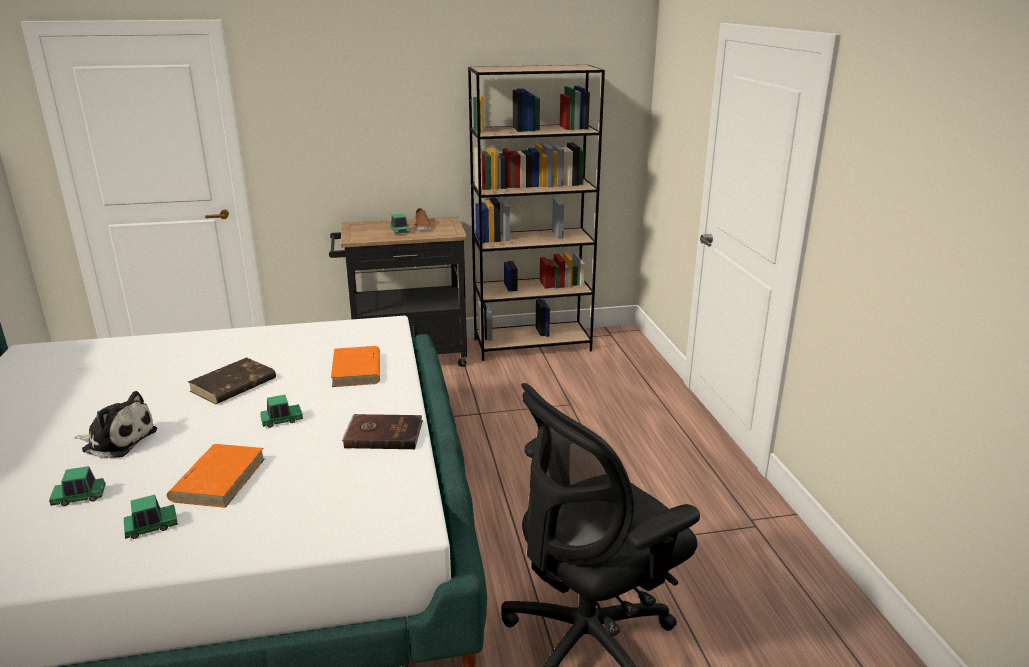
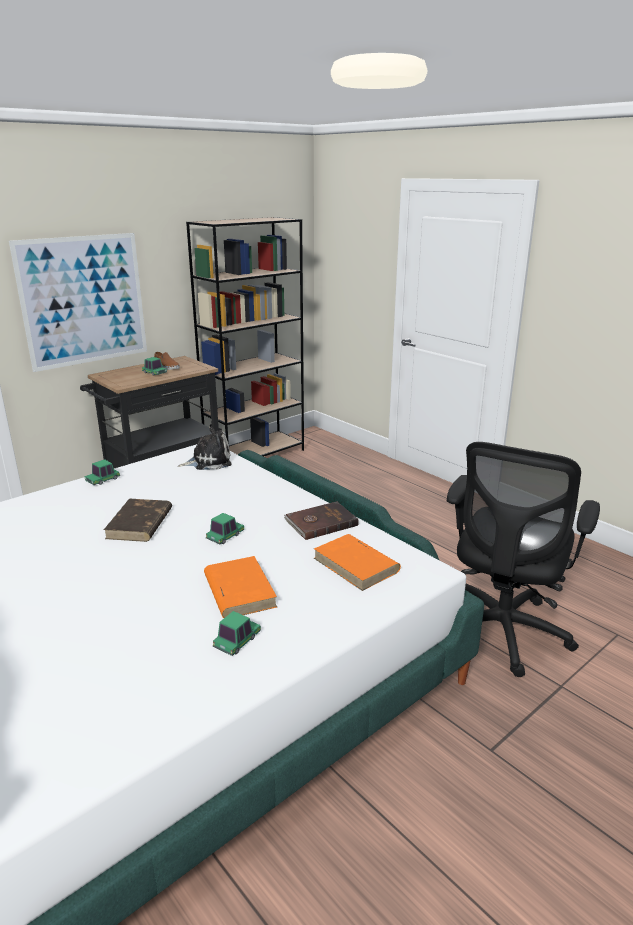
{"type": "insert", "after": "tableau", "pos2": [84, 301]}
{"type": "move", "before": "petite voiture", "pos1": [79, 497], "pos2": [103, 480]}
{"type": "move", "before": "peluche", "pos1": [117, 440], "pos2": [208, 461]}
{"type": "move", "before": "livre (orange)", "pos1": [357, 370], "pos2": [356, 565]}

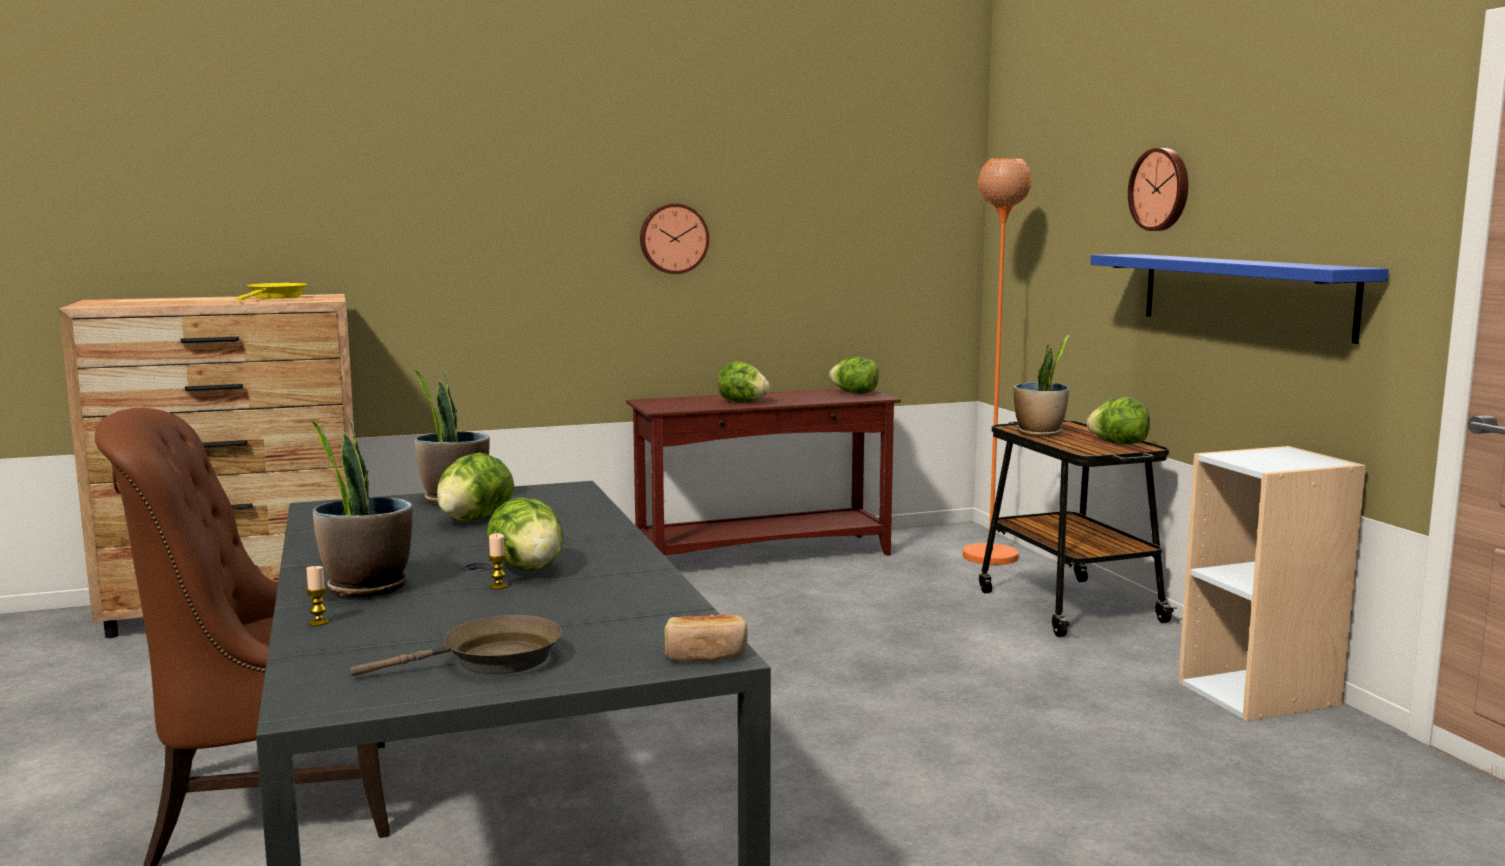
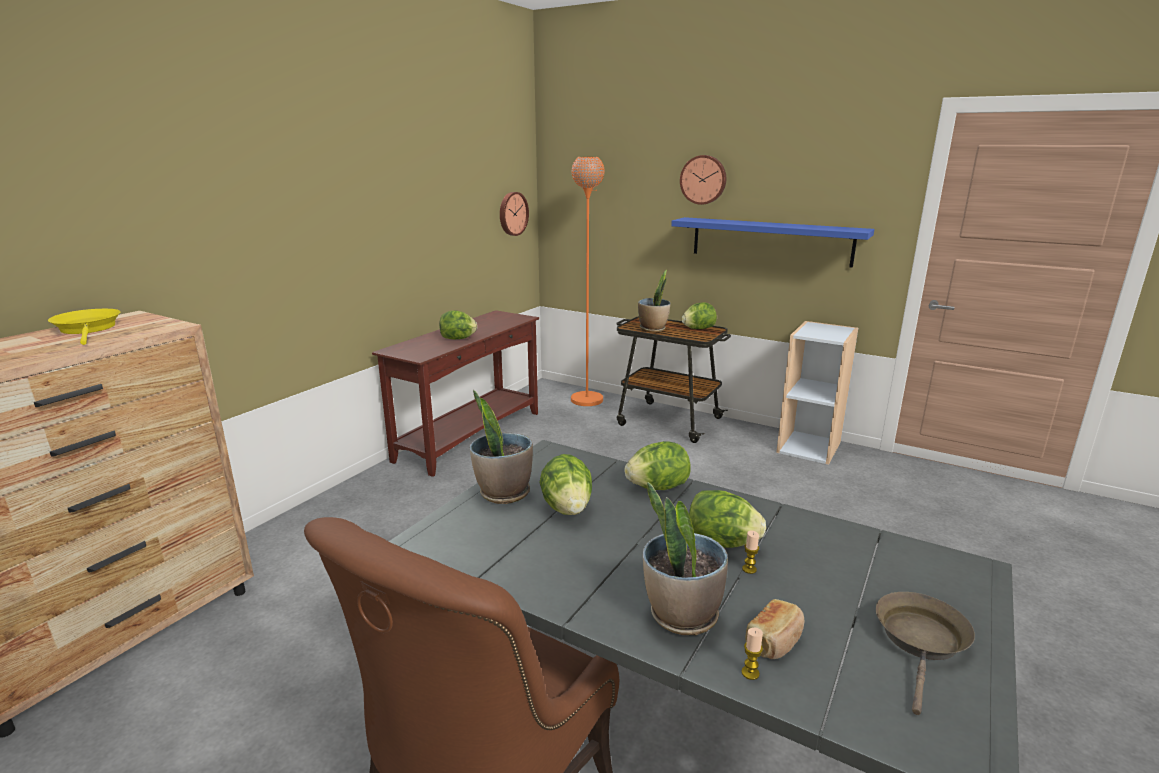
{"type": "move", "before": "horloge murale", "pos1": [673, 238], "pos2": [512, 213]}
{"type": "move", "before": "laitue", "pos1": [855, 393], "pos2": [658, 487]}
{"type": "move", "before": "pain", "pos1": [705, 655], "pos2": [775, 640]}

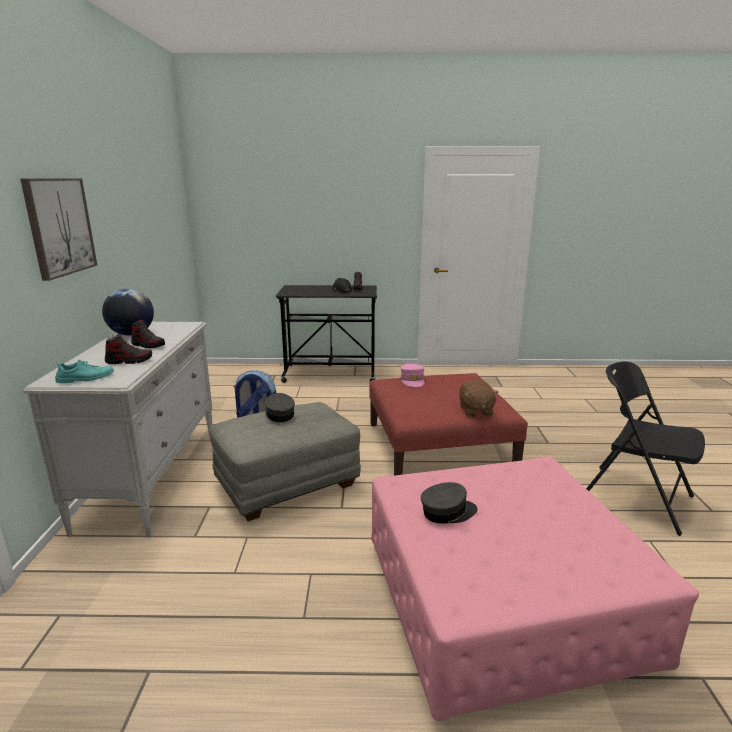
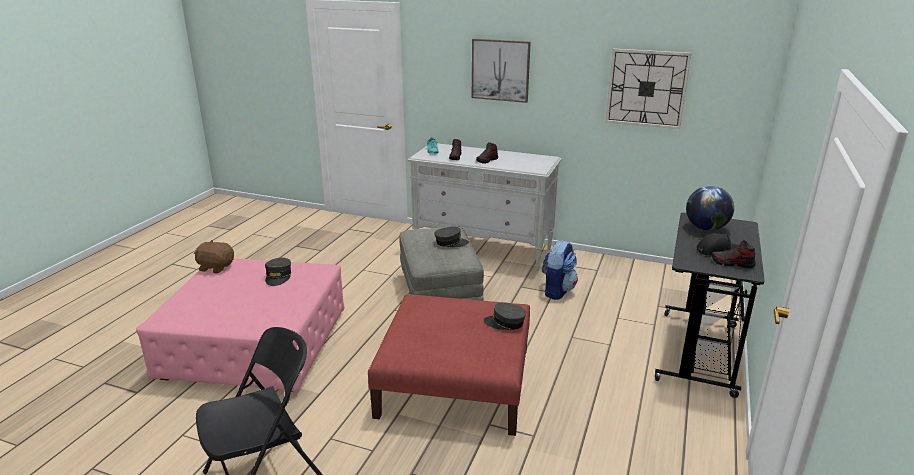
{"type": "move", "before": "peluche (marron)", "pos1": [475, 411], "pos2": [216, 267]}
{"type": "recolor", "before": "casquette (rose)", "after": "casquette (gris)", "pos1": [412, 380], "pos2": [505, 323]}
{"type": "insert", "after": "horloge murale", "pos2": [646, 88]}
{"type": "move", "before": "globe", "pos1": [132, 334], "pos2": [706, 228]}

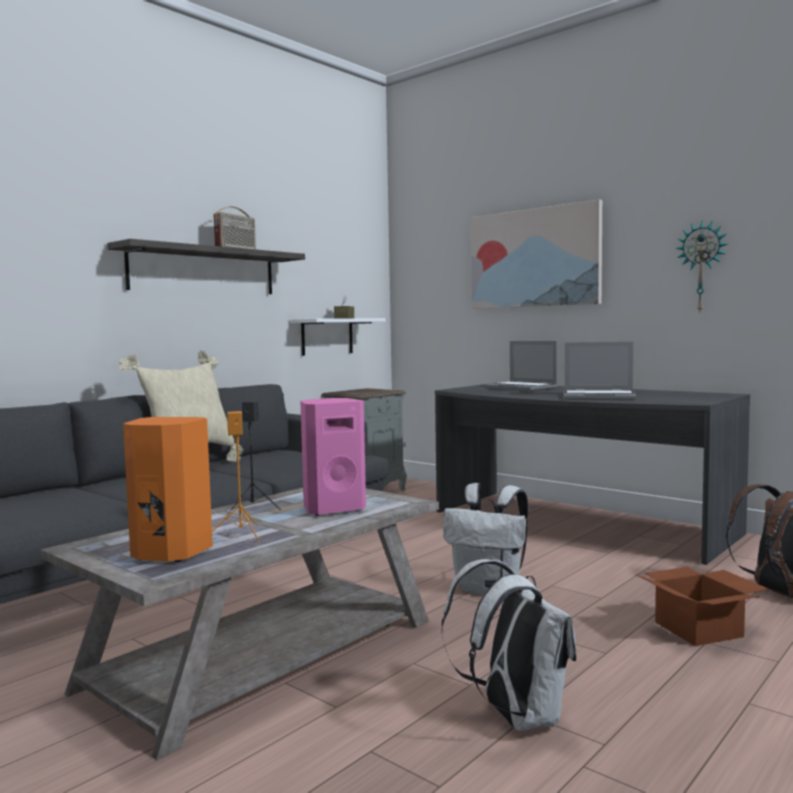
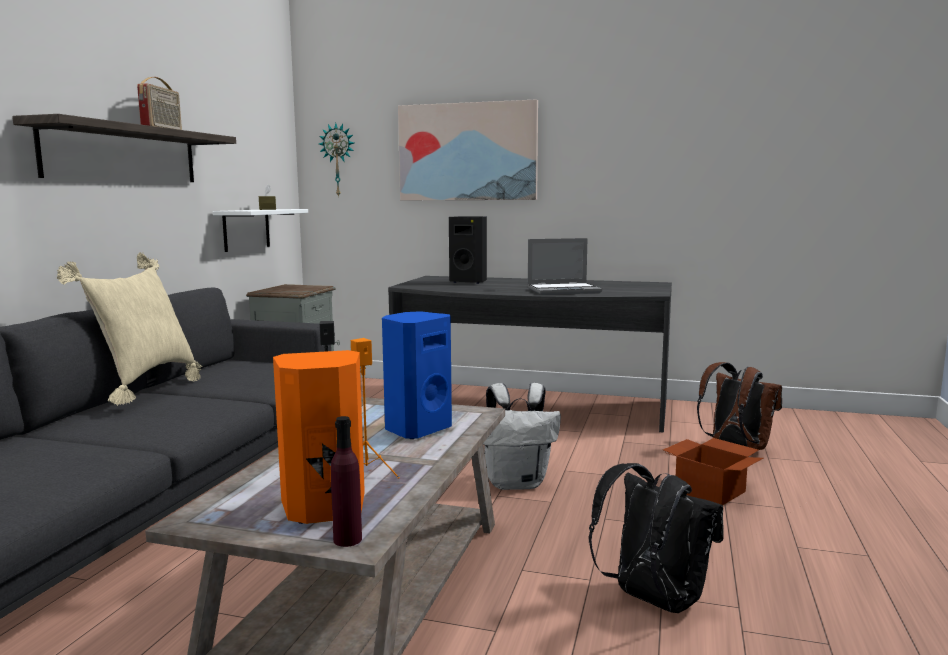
{"type": "move", "before": "horloge murale", "pos1": [702, 267], "pos2": [338, 160]}
{"type": "insert", "after": "bouteille (violet)", "pos2": [347, 539]}
{"type": "recolor", "before": "enceinte (rose)", "after": "enceinte (bleu)", "pos1": [332, 509], "pos2": [416, 429]}
{"type": "replace", "before": "ordinateur portable", "after": "enceinte (noir)", "pos1": [521, 388], "pos2": [469, 282]}
{"type": "recolor", "before": "sac à dos (blanc)", "after": "sac à dos (noir)", "pos1": [514, 716], "pos2": [652, 600]}

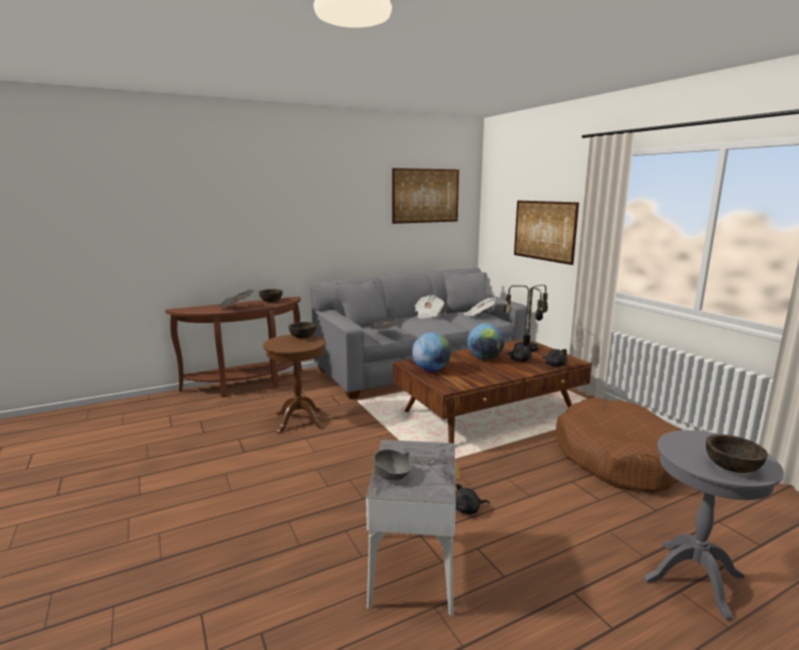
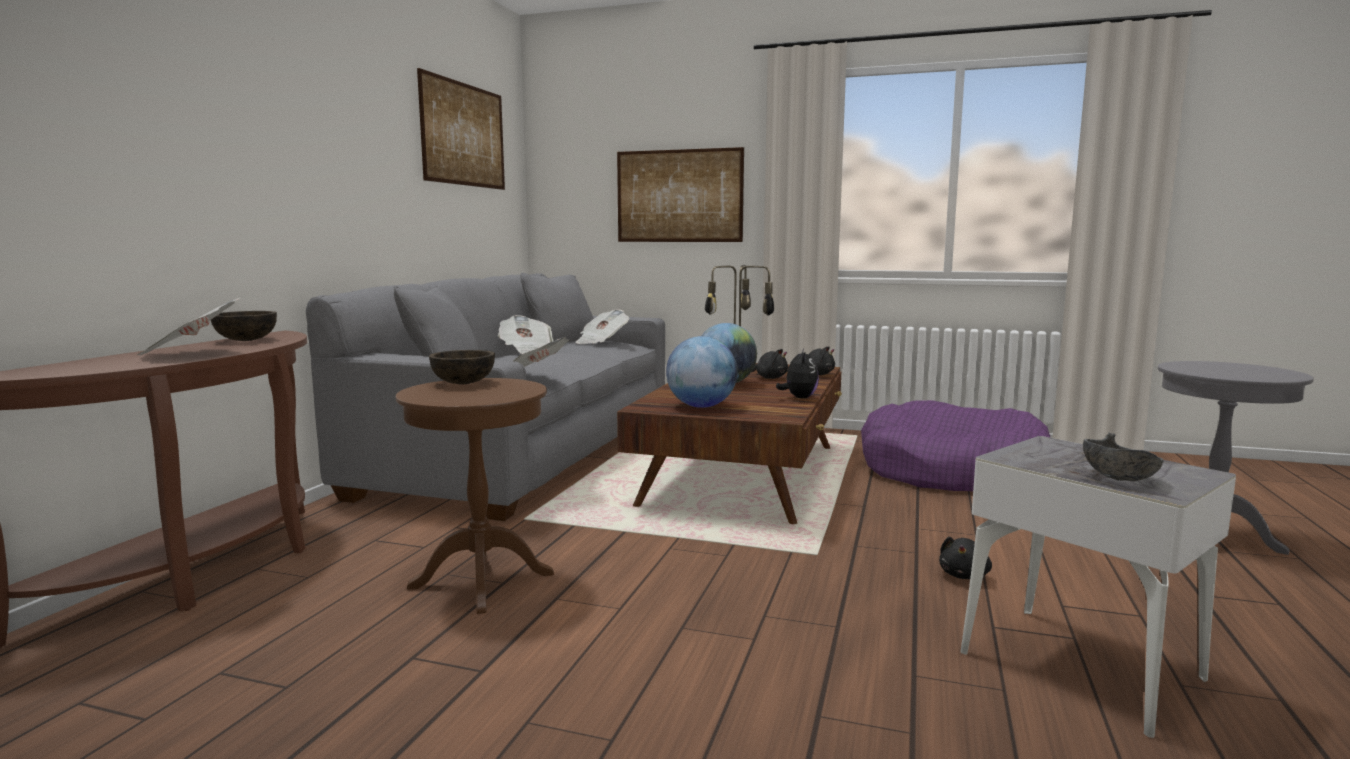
{"type": "insert", "after": "peluche", "pos2": [799, 398]}
{"type": "recolor", "before": "panier pour chien (marron)", "after": "panier pour chien (violet)", "pos1": [617, 458], "pos2": [952, 472]}
{"type": "delete", "before": "bol (marron)", "pos1": [731, 467]}

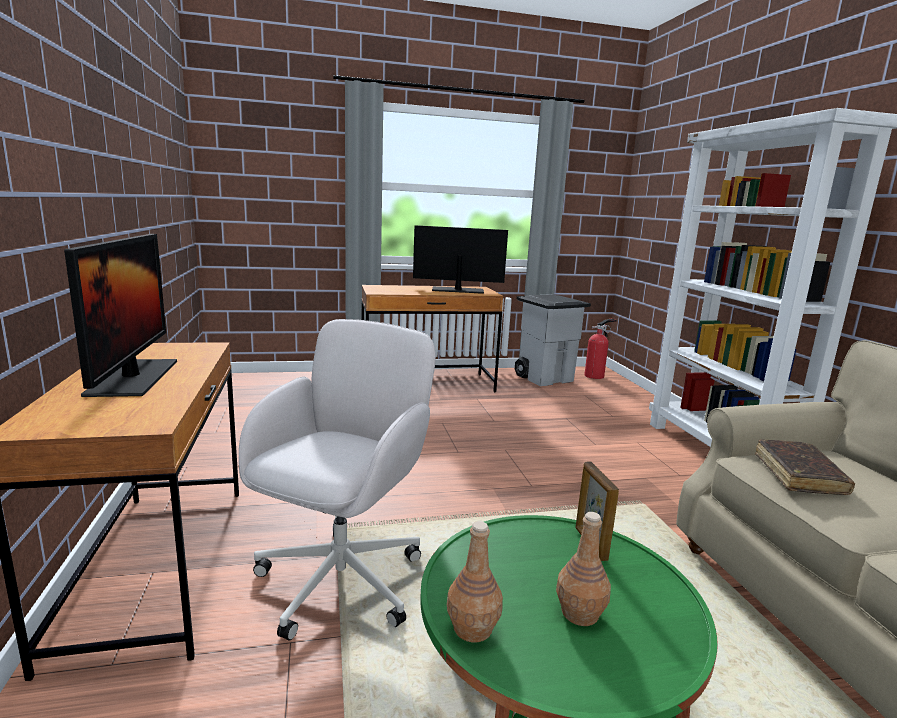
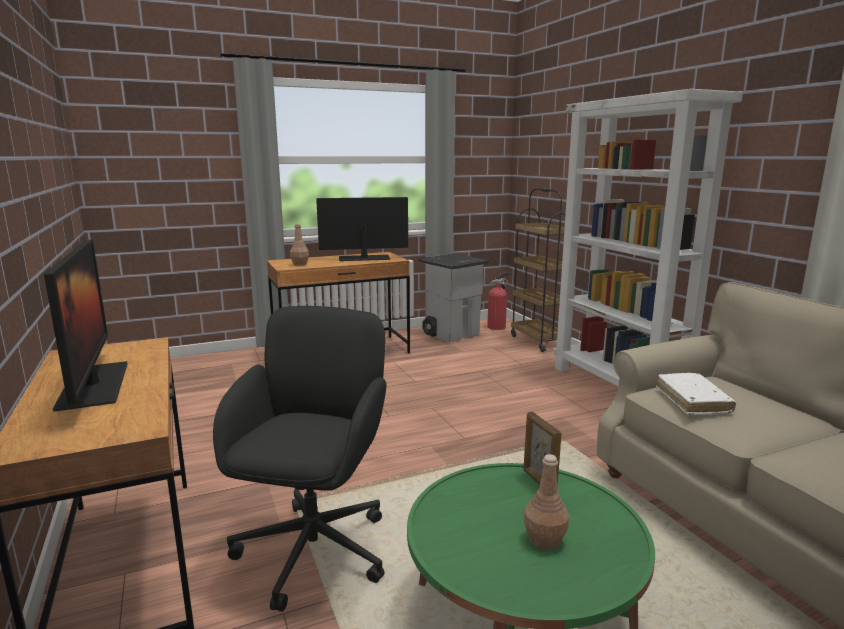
{"type": "recolor", "before": "chaise de bureau (blanc)", "after": "chaise de bureau (noir)", "pos1": [341, 582], "pos2": [314, 552]}
{"type": "move", "before": "bouteille (marron)", "pos1": [472, 627], "pos2": [300, 264]}
{"type": "insert", "after": "chariot (marron)", "pos2": [537, 342]}
{"type": "recolor", "before": "livre (marron)", "after": "livre (blanc)", "pos1": [799, 475], "pos2": [692, 401]}

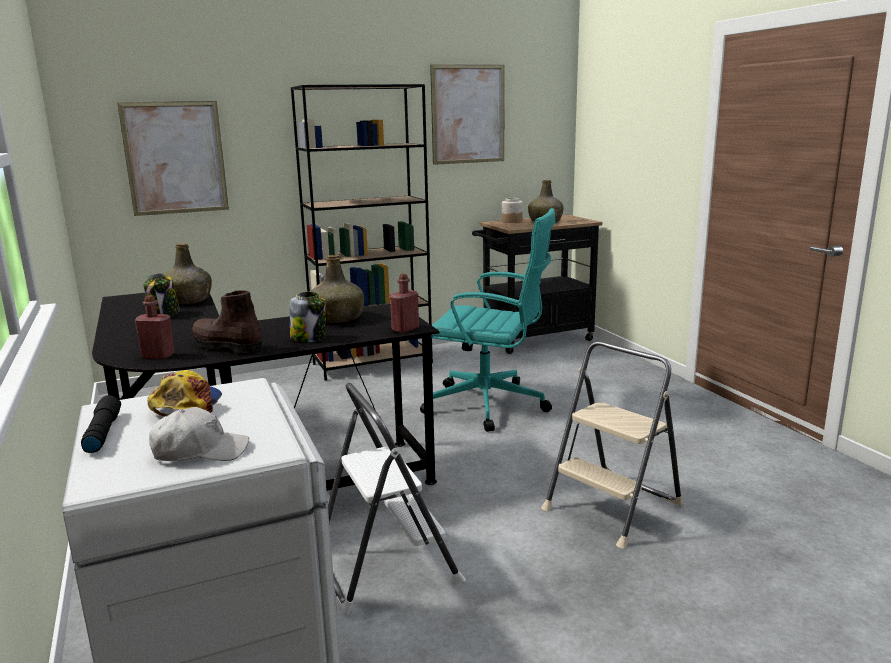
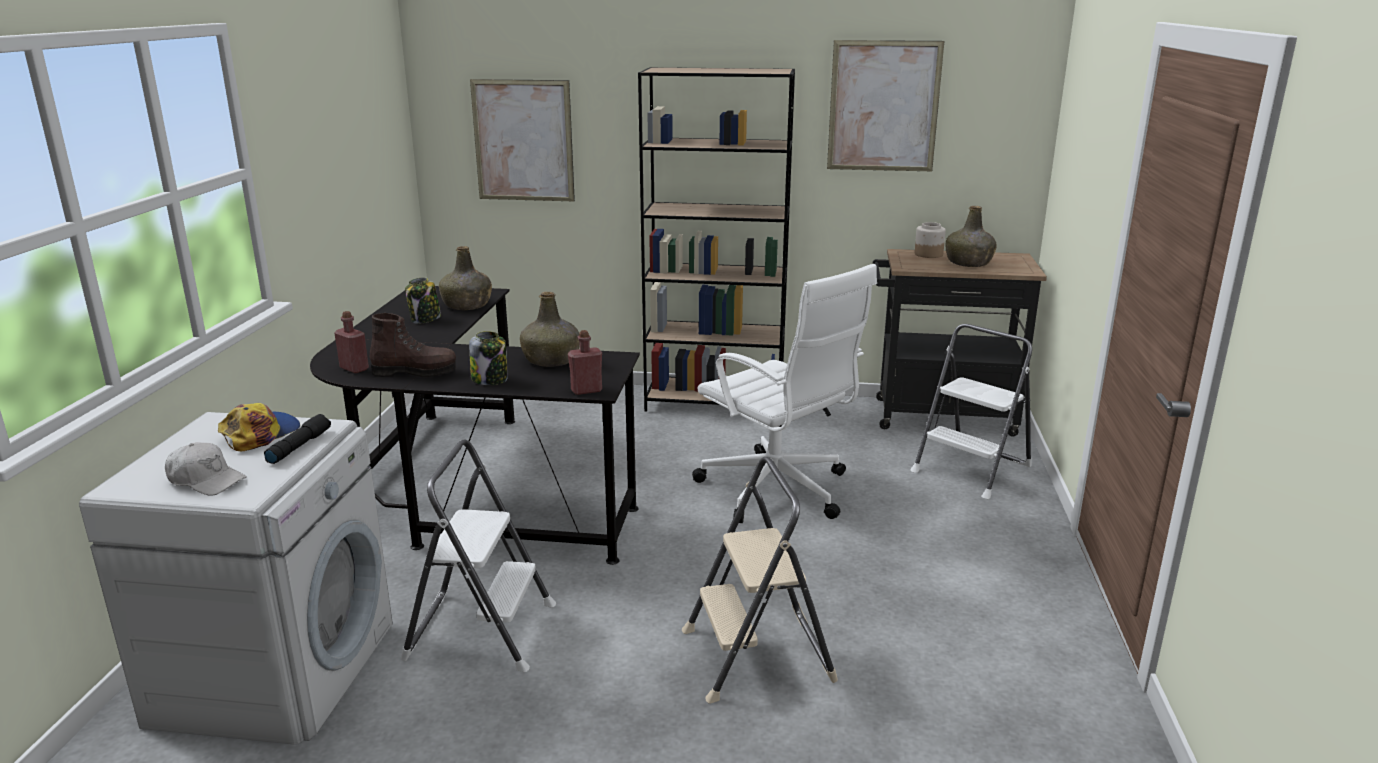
{"type": "move", "before": "lampe de poche (noir)", "pos1": [102, 433], "pos2": [298, 446]}
{"type": "rotate", "before": "botte (marron)", "pos1": [227, 347], "pos2": [415, 372], "turn": 120}
{"type": "recolor", "before": "chaise de bureau (turquoise)", "after": "chaise de bureau (blanc)", "pos1": [490, 405], "pos2": [777, 491]}
{"type": "insert", "after": "escabeau (blanc)", "pos2": [974, 467]}

